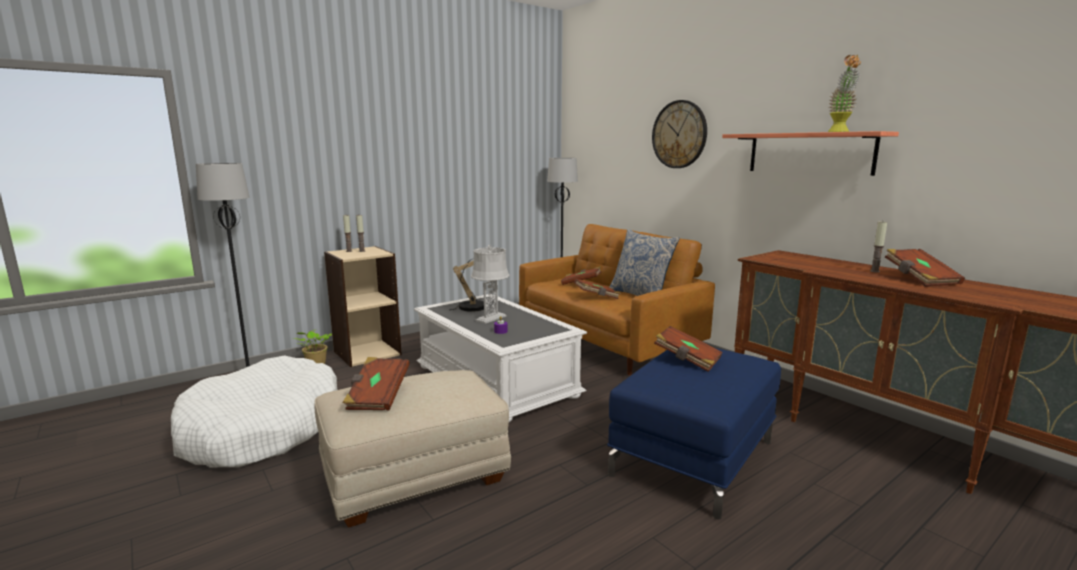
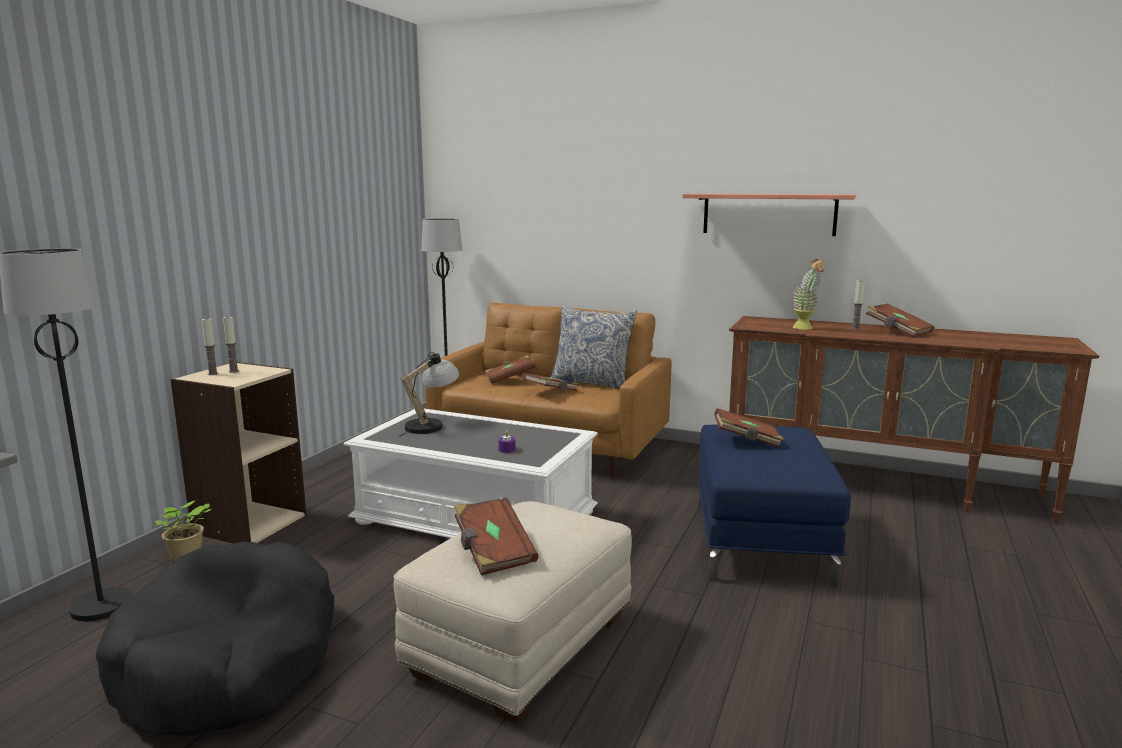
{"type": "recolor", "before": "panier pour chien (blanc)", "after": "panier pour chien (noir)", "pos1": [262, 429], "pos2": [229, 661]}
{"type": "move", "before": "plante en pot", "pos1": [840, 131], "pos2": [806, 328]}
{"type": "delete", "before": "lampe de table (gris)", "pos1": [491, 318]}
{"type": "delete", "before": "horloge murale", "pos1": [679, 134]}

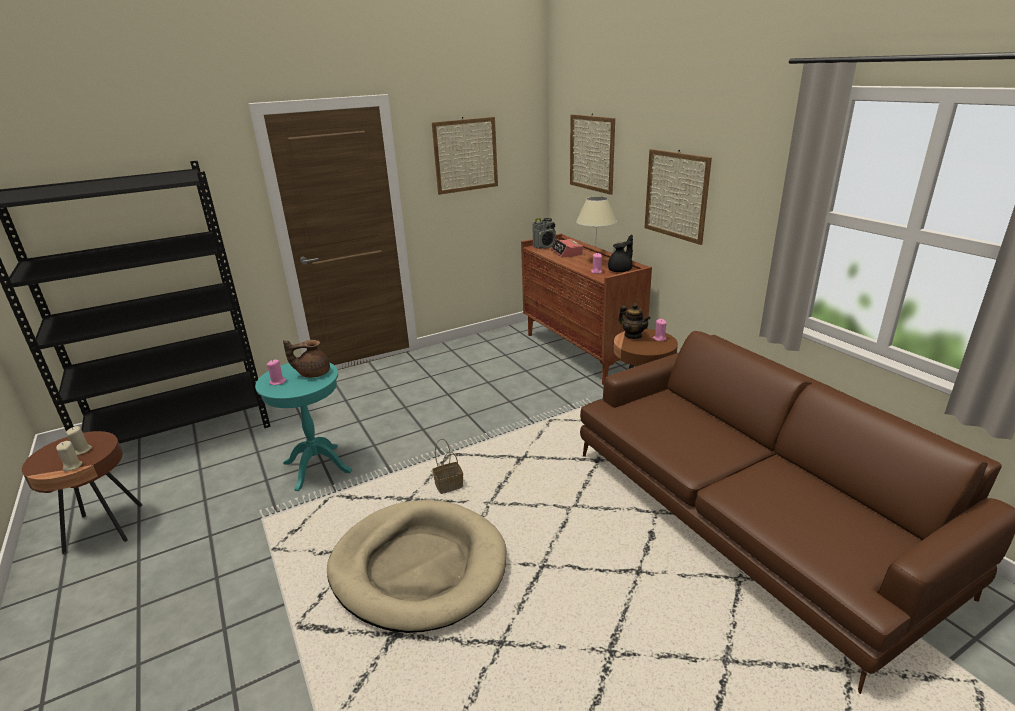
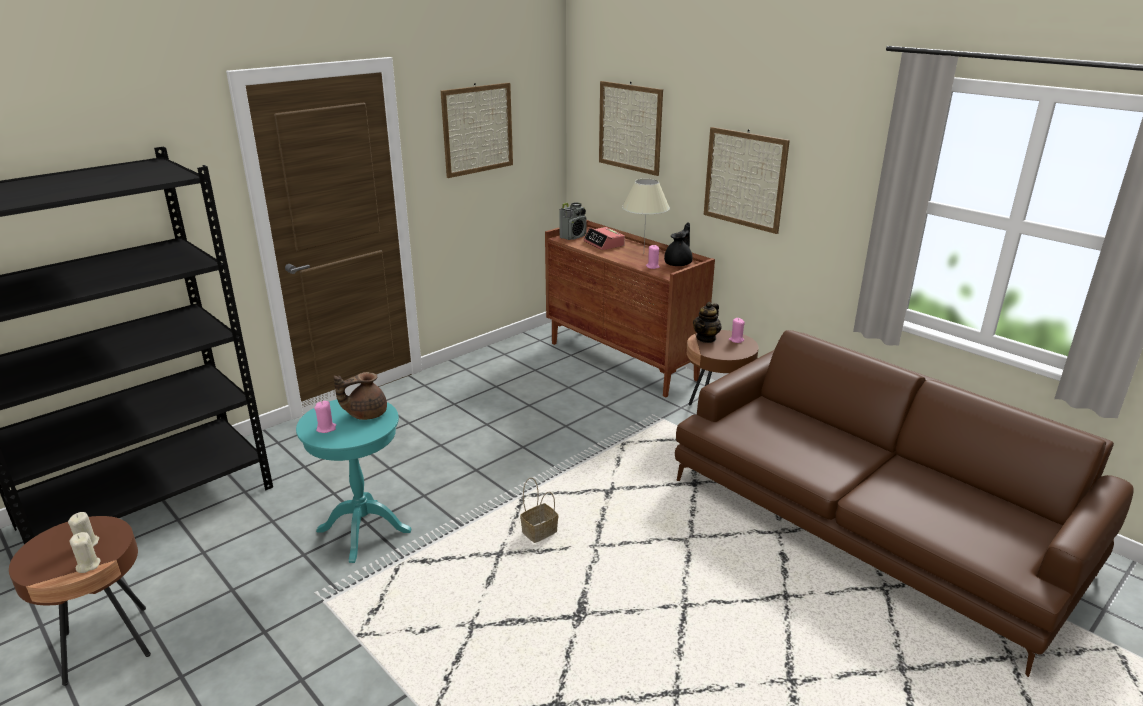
{"type": "rotate", "before": "théière", "pos1": [633, 335], "pos2": [706, 338], "turn": 90}
{"type": "delete", "before": "panier pour chien (beige)", "pos1": [418, 567]}

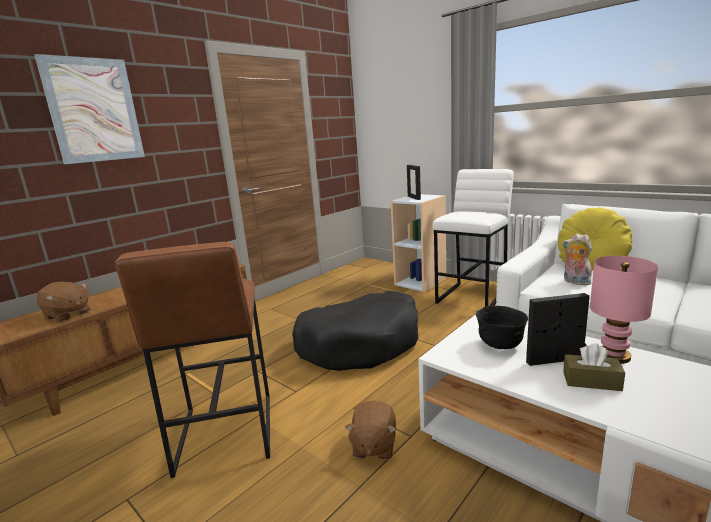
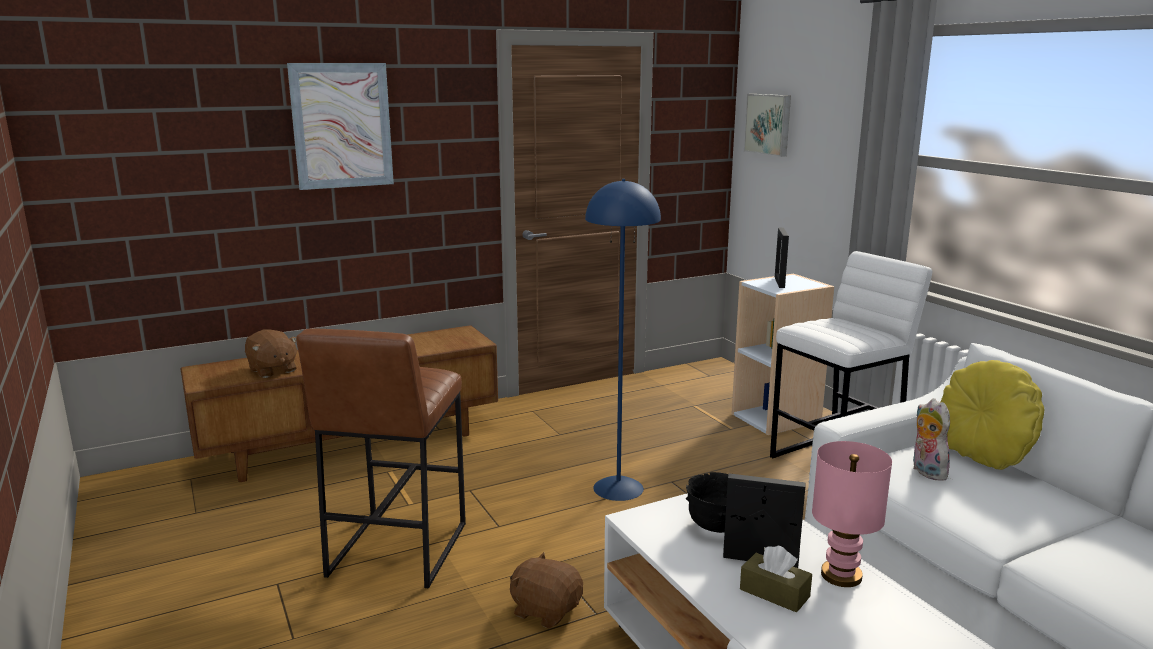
{"type": "rotate", "before": "peluche (marron)", "pos1": [373, 446], "pos2": [546, 610], "turn": 90}
{"type": "replace", "before": "panier pour chien (noir)", "after": "lampadaire (bleu)", "pos1": [360, 343], "pos2": [618, 488]}
{"type": "insert", "after": "tableau", "pos2": [769, 124]}

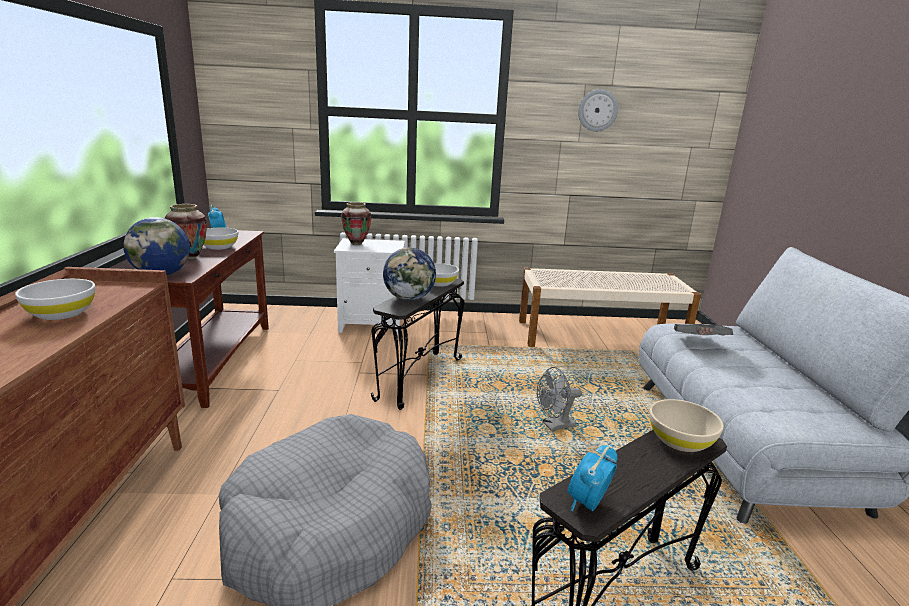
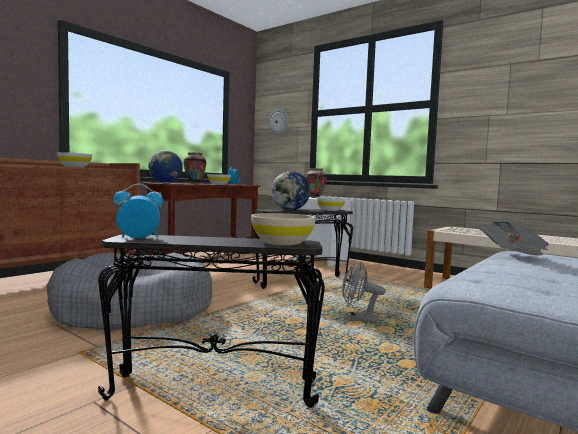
{"type": "move", "before": "horloge murale", "pos1": [597, 110], "pos2": [279, 122]}

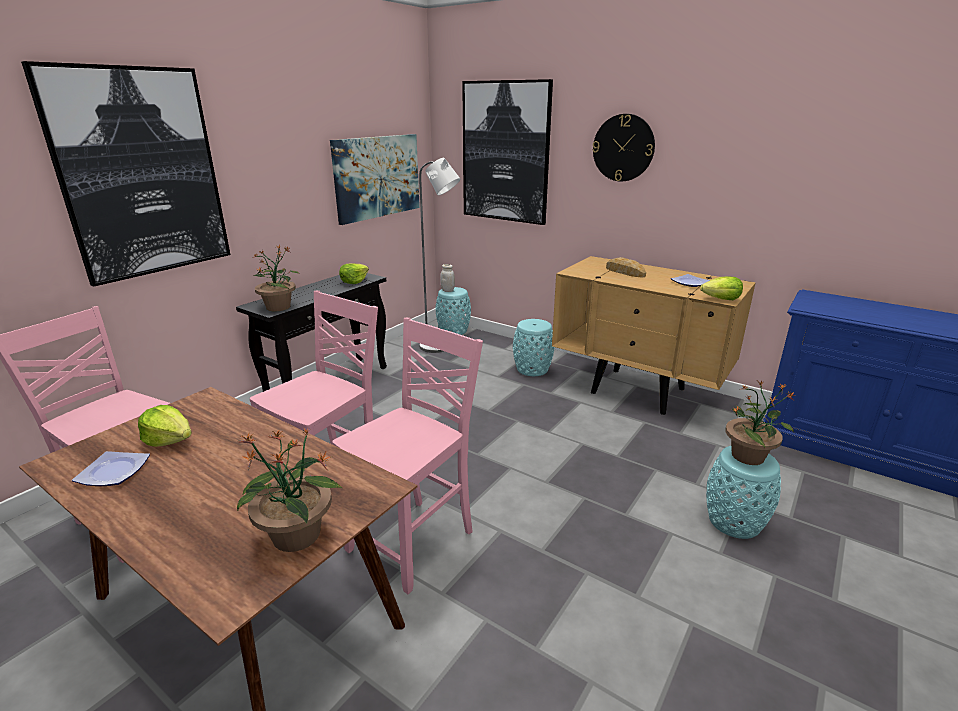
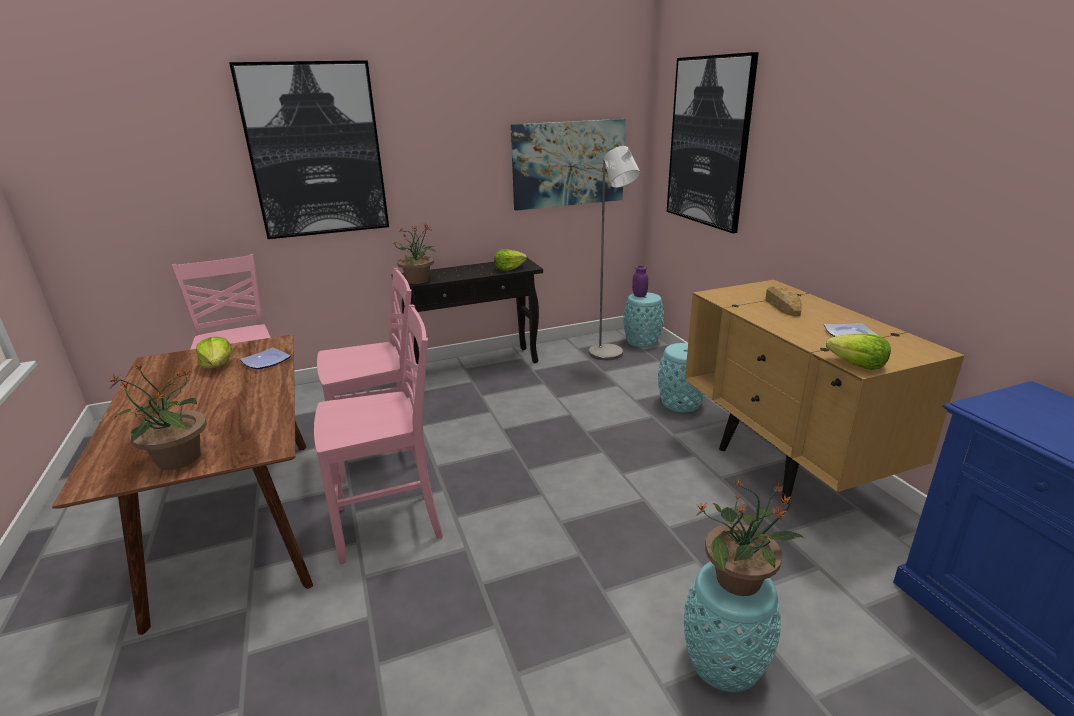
{"type": "move", "before": "assiette", "pos1": [112, 472], "pos2": [265, 361]}
{"type": "recolor", "before": "bocal (blanc)", "after": "bocal (violet)", "pos1": [447, 290], "pos2": [639, 295]}
{"type": "delete", "before": "horloge murale", "pos1": [623, 148]}

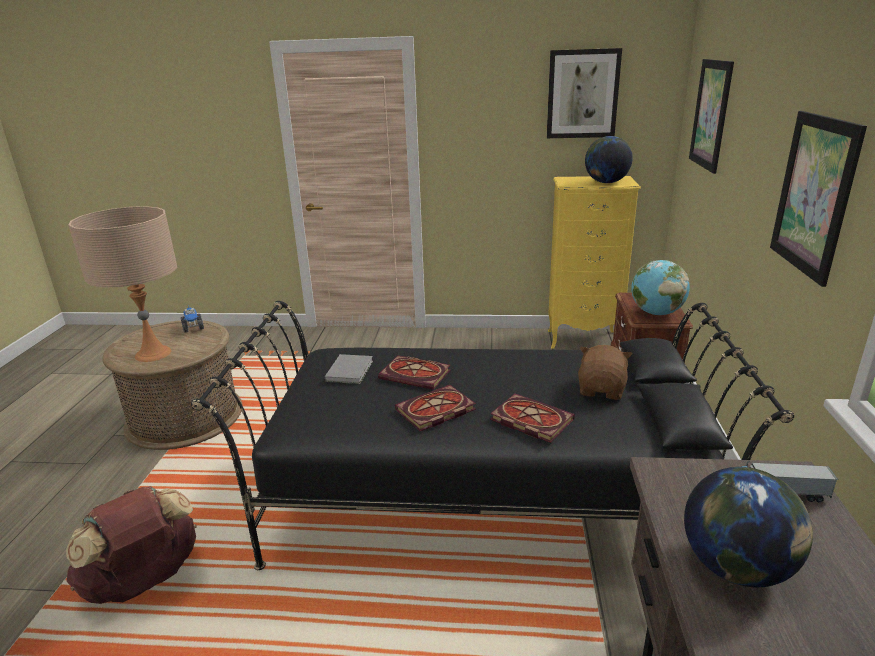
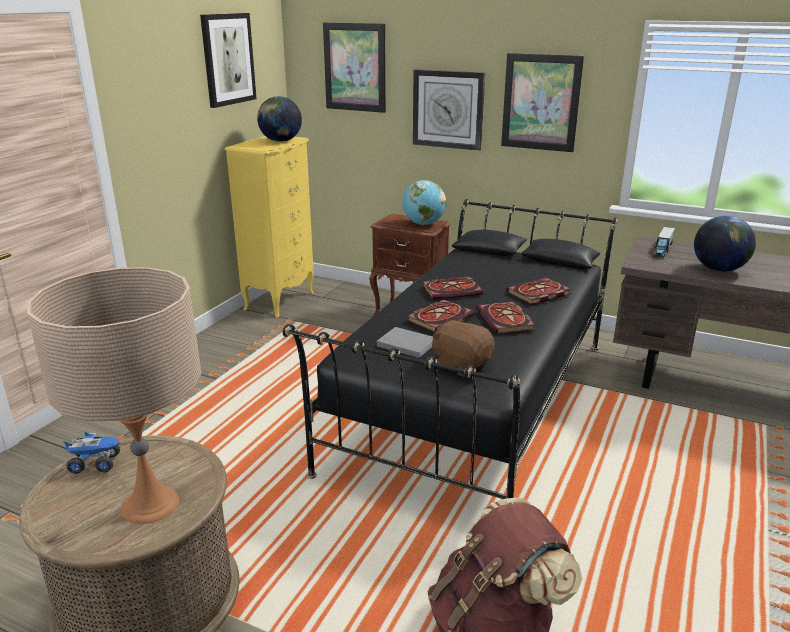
{"type": "insert", "after": "horloge murale", "pos2": [448, 109]}
{"type": "insert", "after": "livre", "pos2": [452, 290]}
{"type": "move", "before": "peluche (marron)", "pos1": [602, 390], "pos2": [461, 364]}

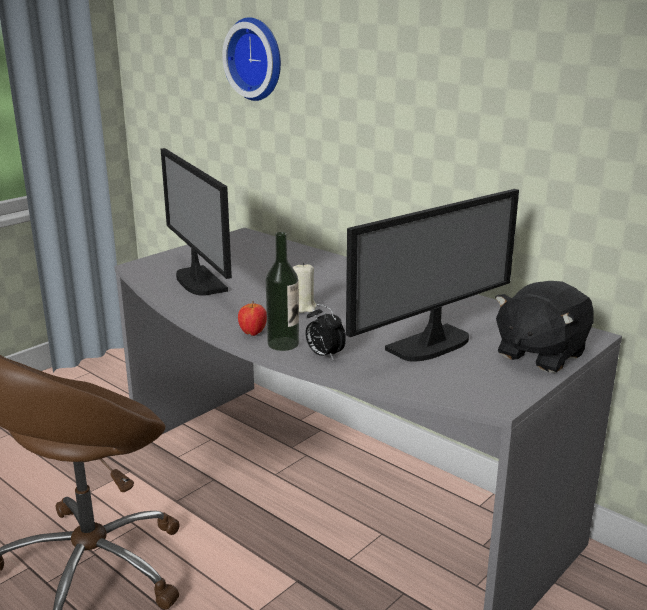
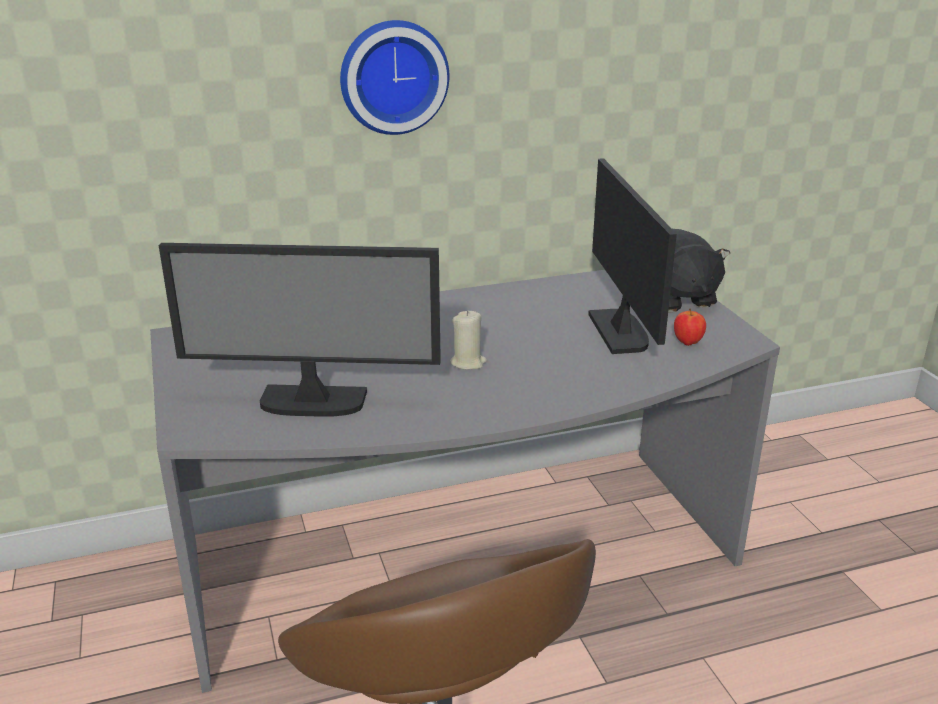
{"type": "move", "before": "horloge murale", "pos1": [257, 59], "pos2": [393, 76]}
{"type": "move", "before": "pomme", "pos1": [253, 333], "pos2": [687, 342]}
{"type": "delete", "before": "bouteille", "pos1": [283, 344]}
{"type": "delete", "before": "réveil", "pos1": [324, 355]}

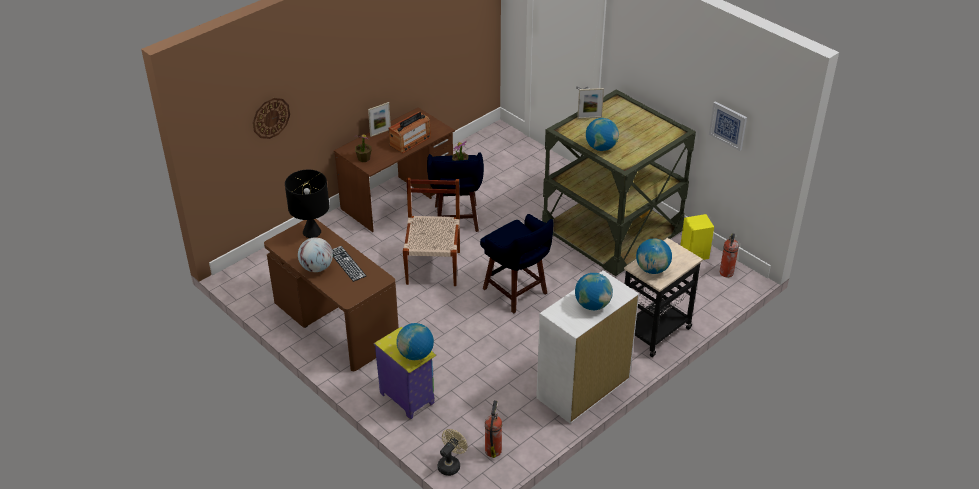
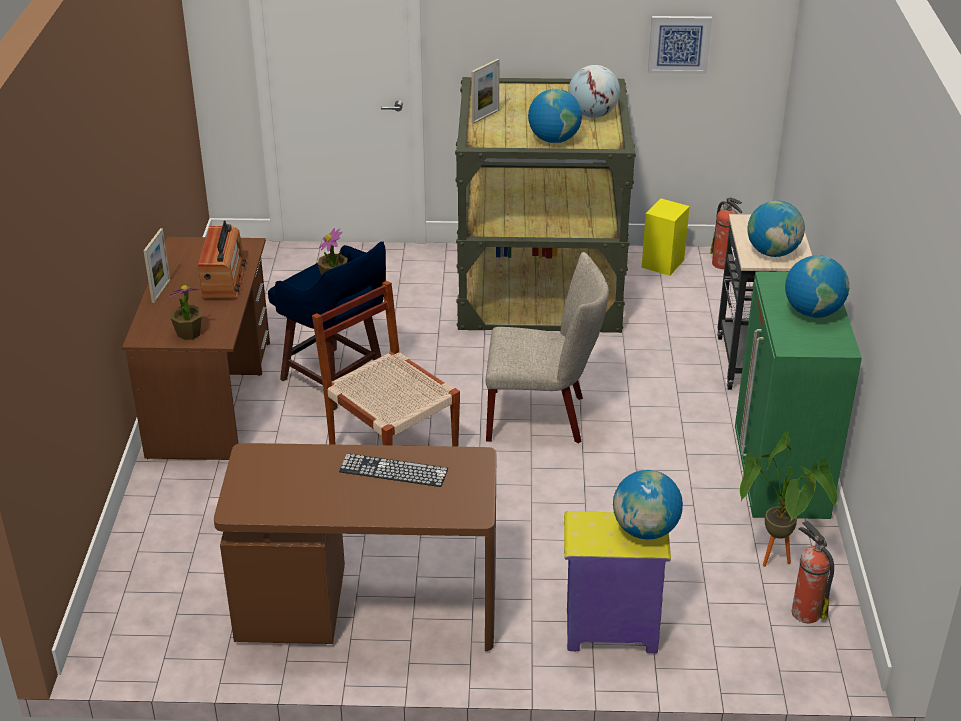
{"type": "replace", "before": "tabouret (bleu)", "after": "chaise (beige)", "pos1": [516, 293], "pos2": [543, 417]}
{"type": "move", "before": "globe", "pos1": [317, 268], "pos2": [593, 115]}
{"type": "recolor", "before": "meuble de rangement (blanc)", "after": "meuble de rangement (vert)", "pos1": [582, 388], "pos2": [780, 471]}
{"type": "insert", "after": "plante en pot", "pos2": [774, 564]}
{"type": "delete", "before": "horloge murale", "pos1": [271, 118]}
{"type": "delete", "before": "lampe de table (noir)", "pos1": [312, 234]}
{"type": "delete", "before": "ventilateur (beige)", "pos1": [451, 464]}

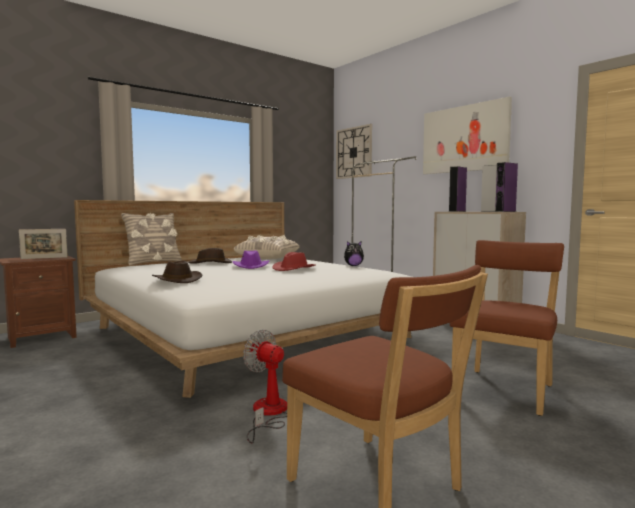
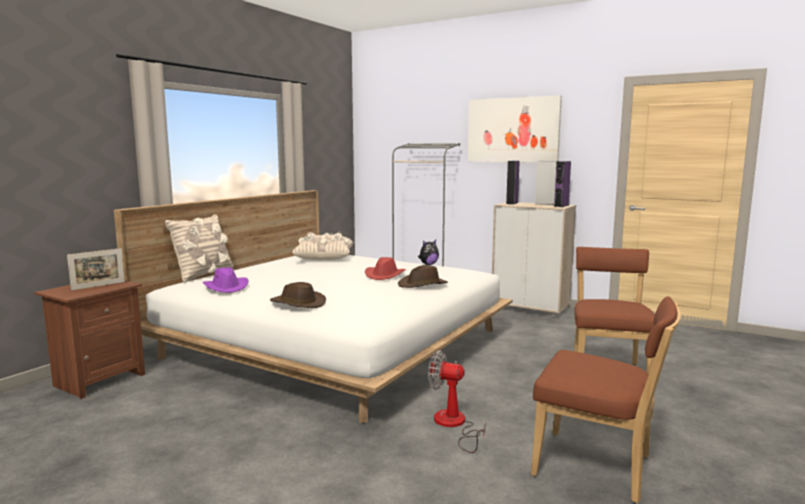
{"type": "move", "before": "chapeau (violet)", "pos1": [251, 266], "pos2": [226, 287]}
{"type": "move", "before": "chapeau (marron)", "pos1": [210, 263], "pos2": [423, 284]}
{"type": "delete", "before": "horloge murale", "pos1": [354, 152]}

